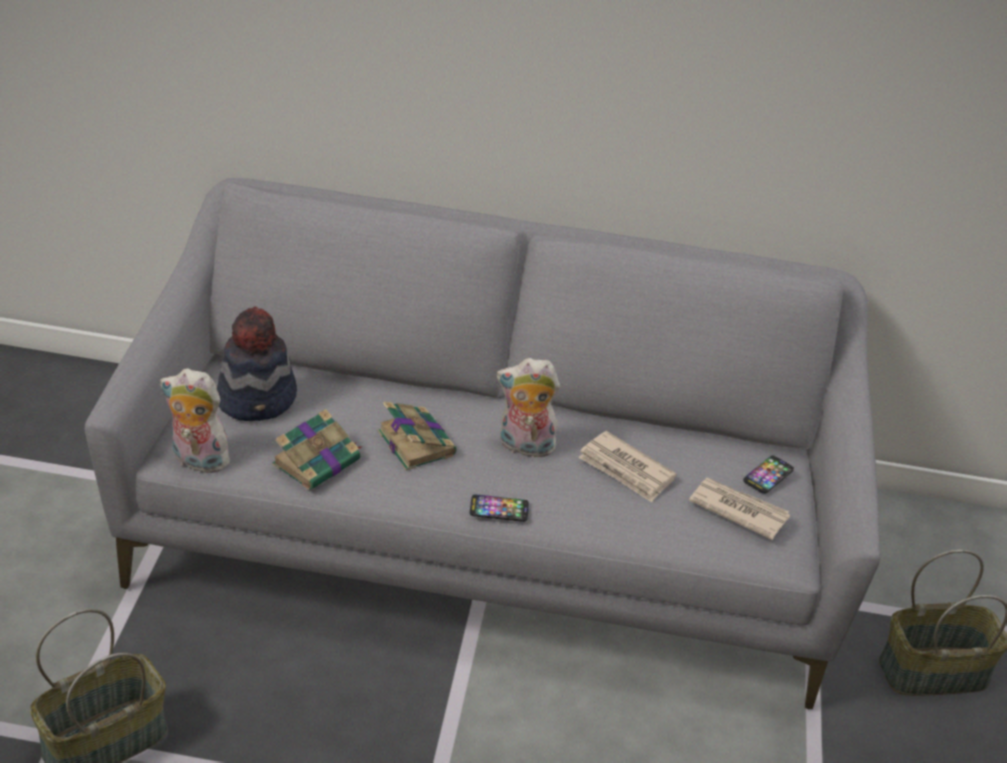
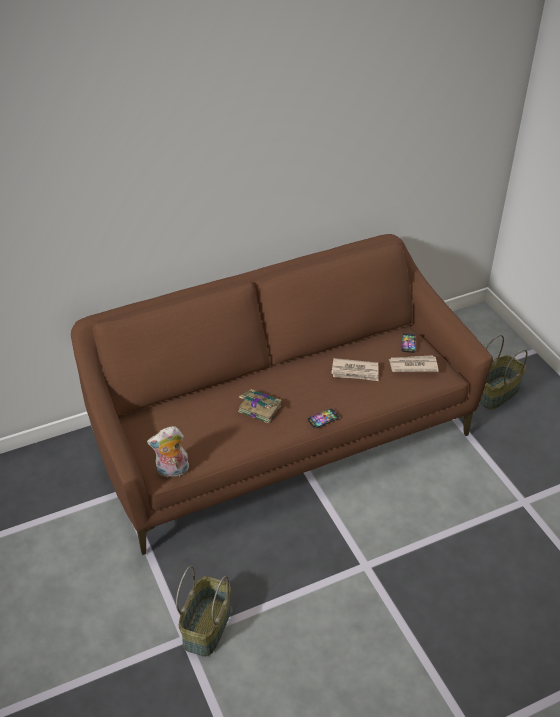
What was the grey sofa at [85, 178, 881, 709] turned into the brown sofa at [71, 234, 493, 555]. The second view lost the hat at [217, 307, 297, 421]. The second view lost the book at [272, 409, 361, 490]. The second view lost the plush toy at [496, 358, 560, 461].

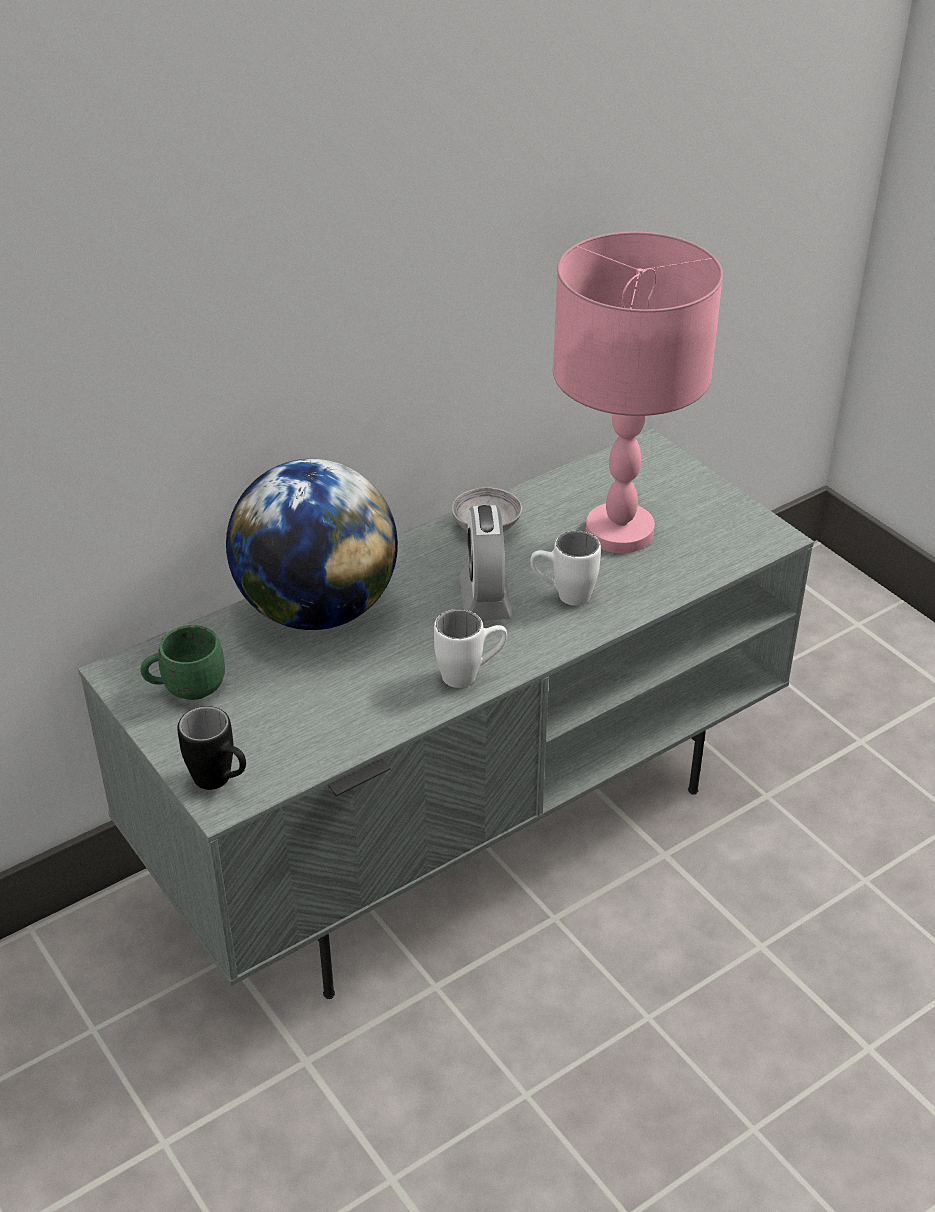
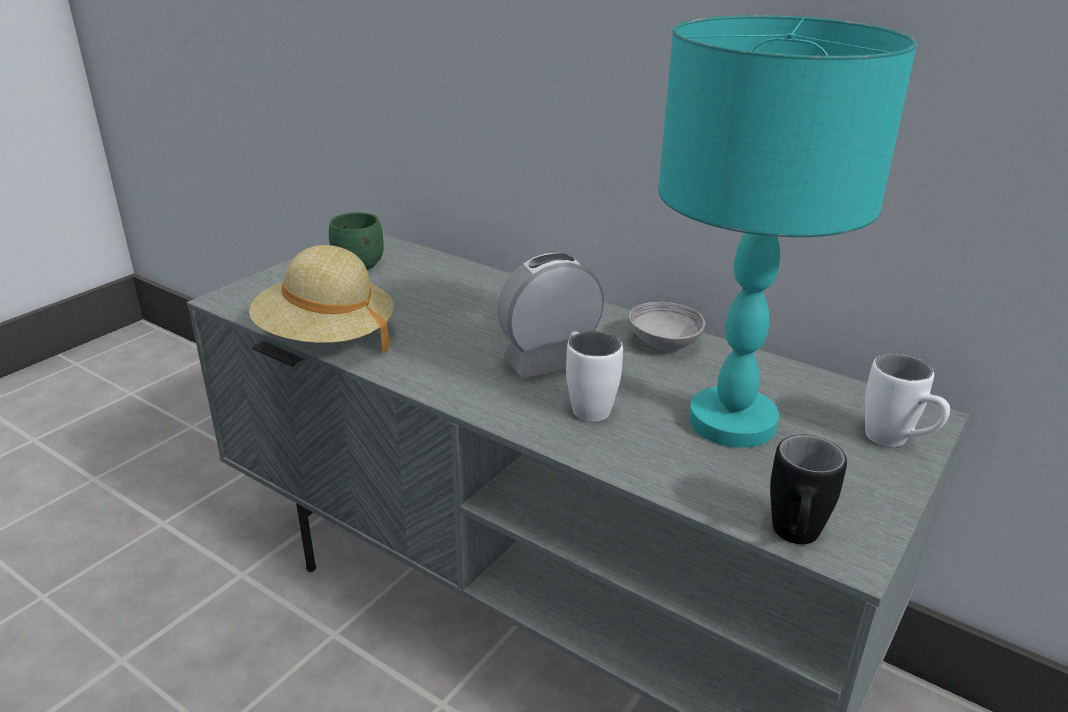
The black mug ended up elsewhere, having gone from [177, 706, 246, 790] to [770, 435, 847, 544]. The second view lost the globe at [226, 459, 398, 630]. The white mug ended up elsewhere, having gone from [434, 609, 507, 688] to [865, 353, 950, 447]. What was the pink table lamp at [553, 232, 723, 553] turned into the turquoise table lamp at [658, 15, 917, 447]. The second view gained the beige hat at [249, 245, 394, 352].

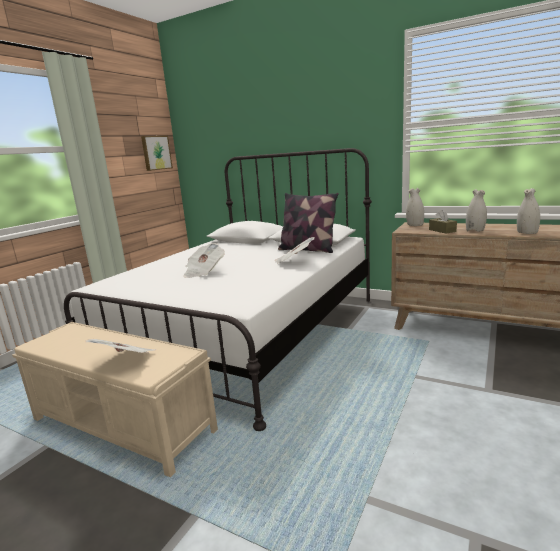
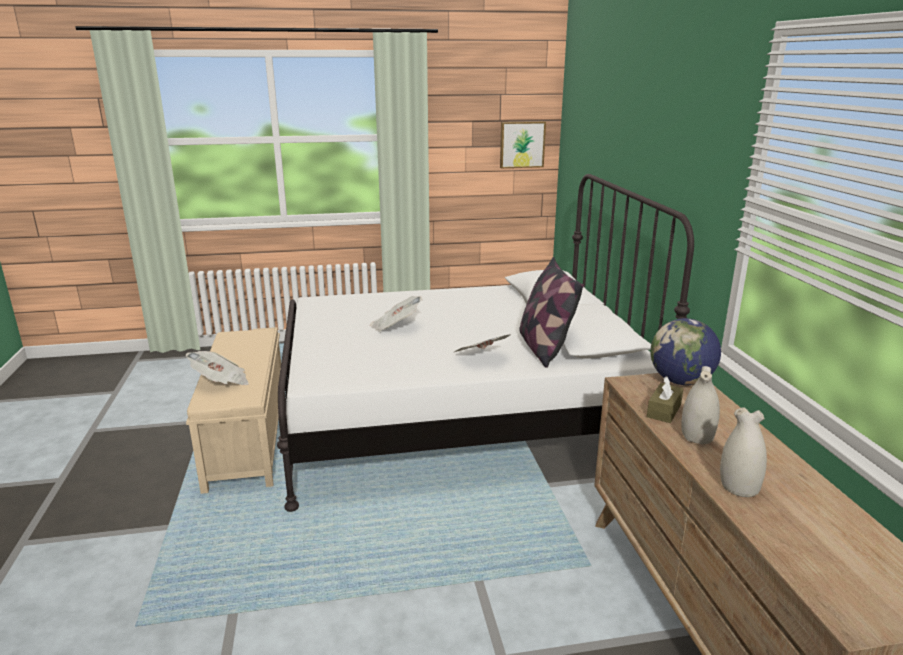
Where the white vase stood at [406, 188, 424, 226], the globe came to stand at [651, 318, 721, 385].

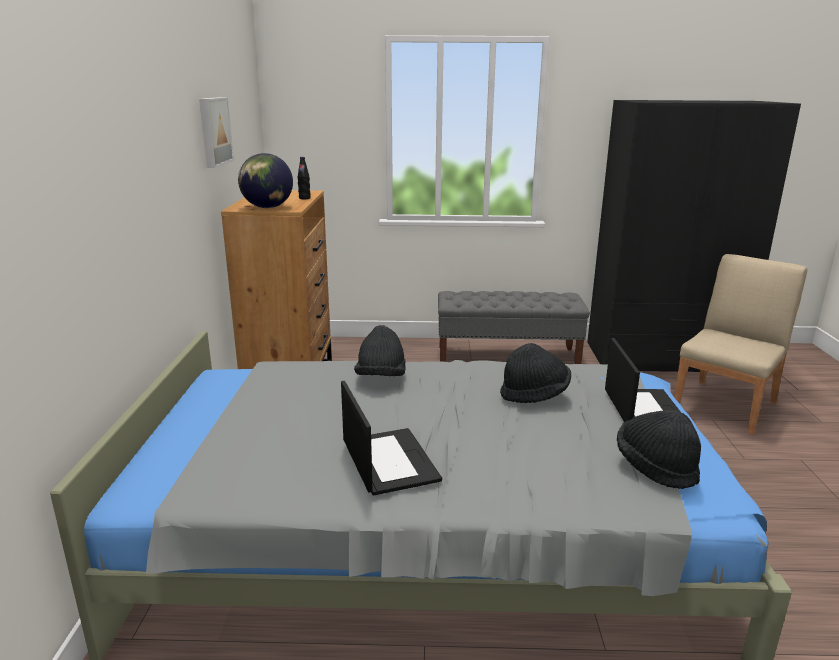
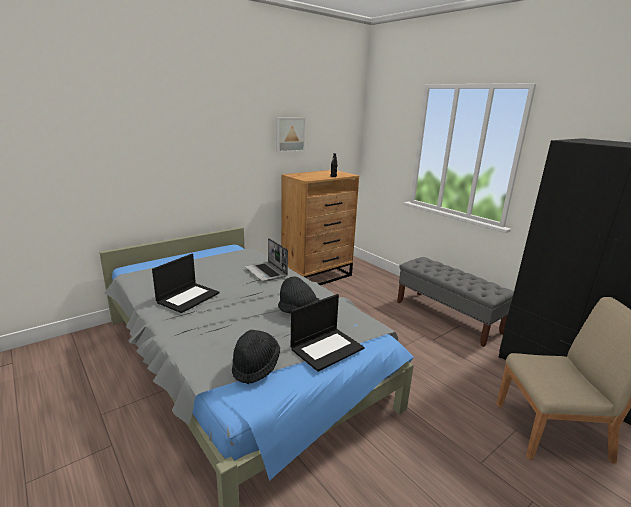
The second view lost the globe at [238, 153, 293, 208]. Where the black hat stood at [354, 325, 405, 376], the laptop came to stand at [245, 238, 288, 281].

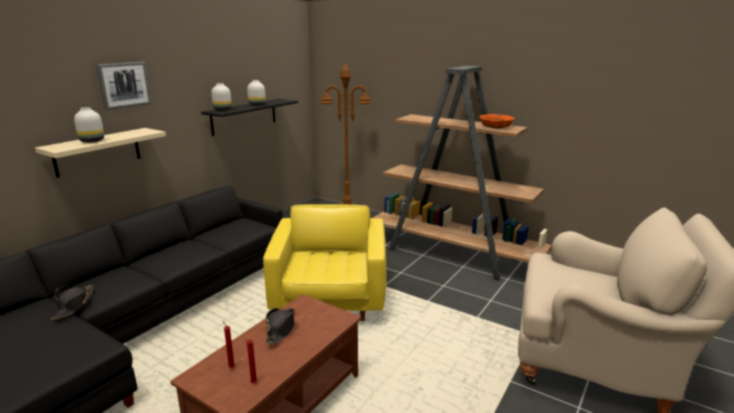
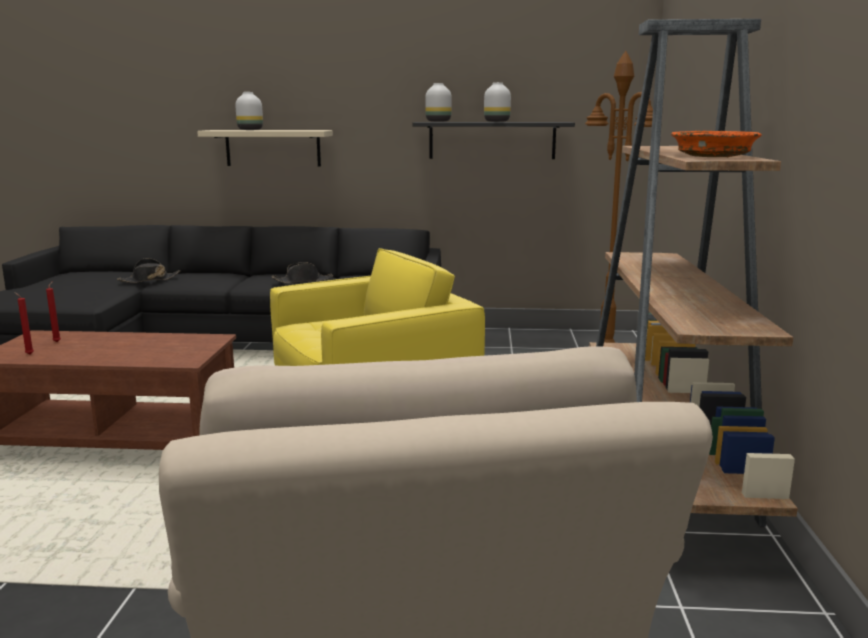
The second view lost the picture at [96, 62, 152, 110]. The black hat ended up elsewhere, having gone from [265, 308, 295, 344] to [272, 263, 333, 283].

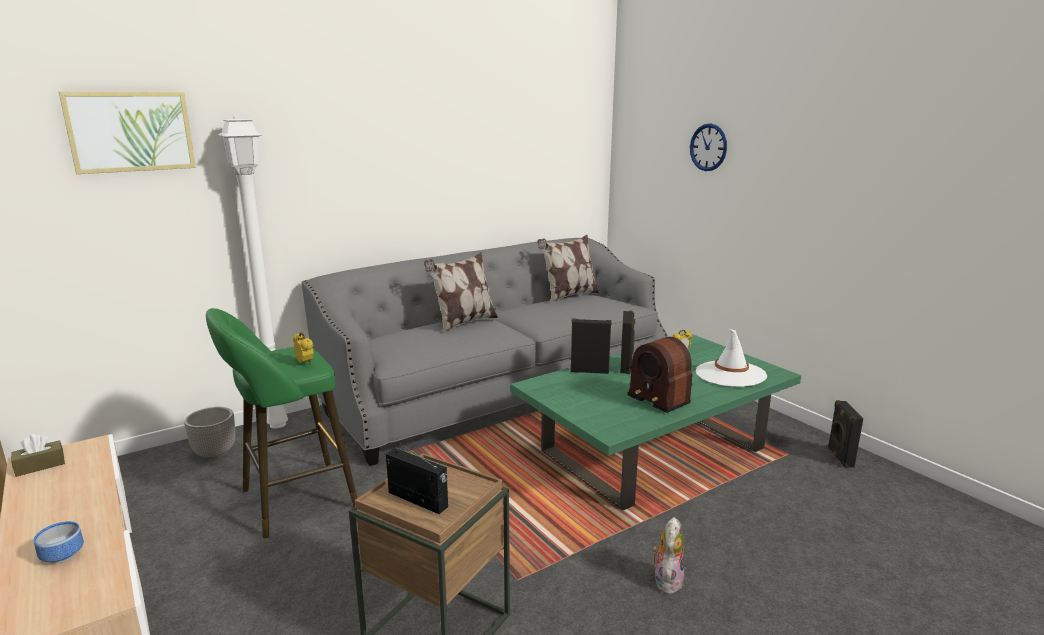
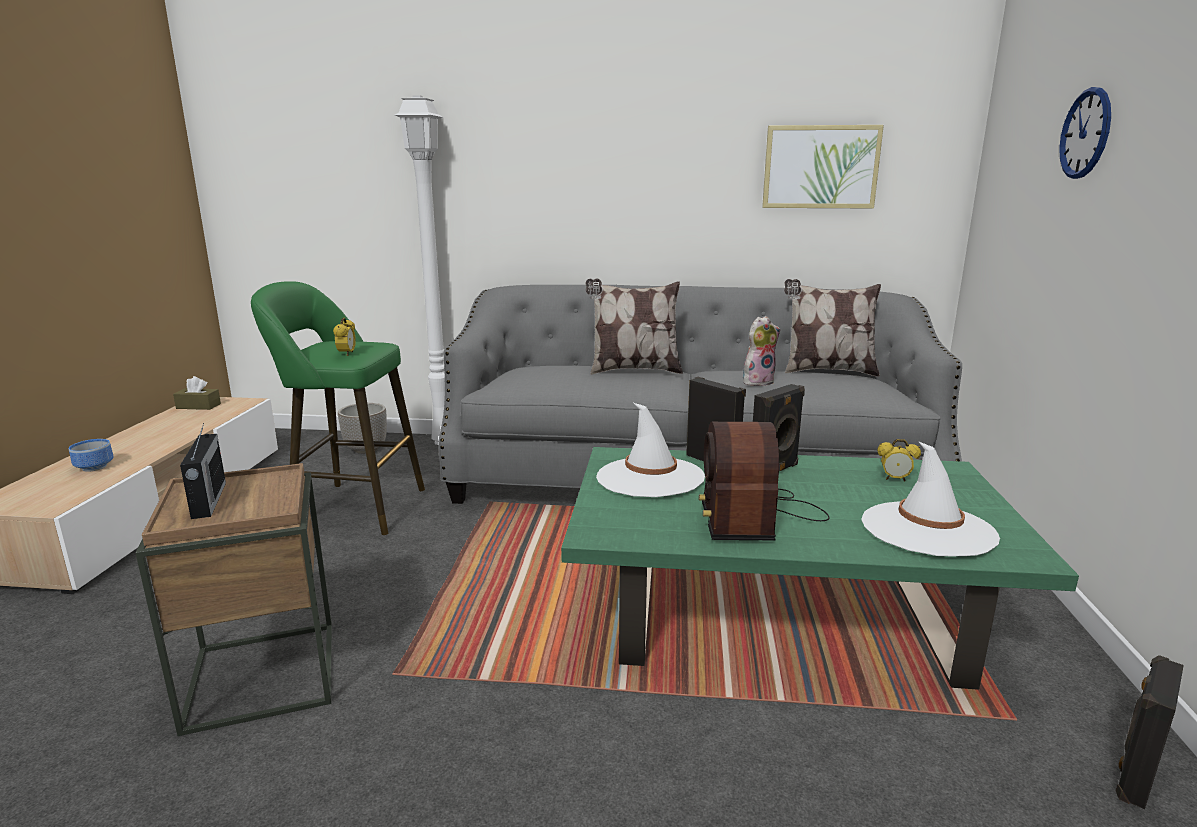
The picture ended up elsewhere, having gone from [59, 92, 196, 174] to [762, 125, 884, 209]. The plush toy ended up elsewhere, having gone from [652, 517, 684, 595] to [743, 316, 780, 386]. The second view gained the white hat at [596, 403, 705, 497].

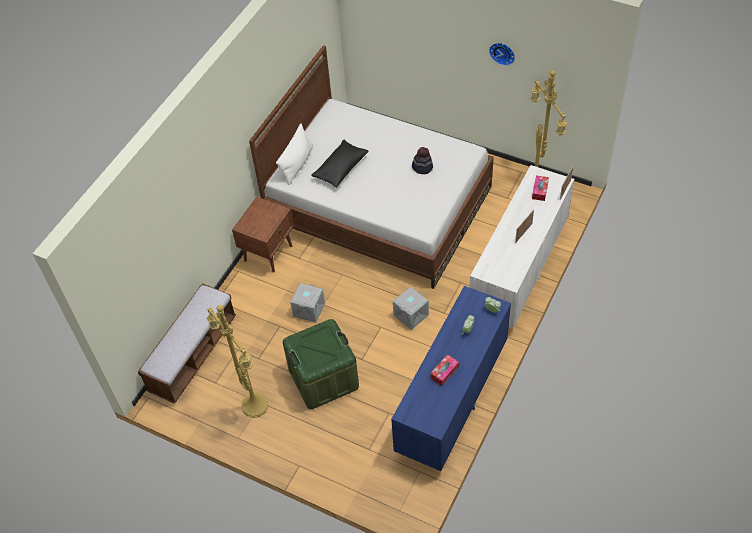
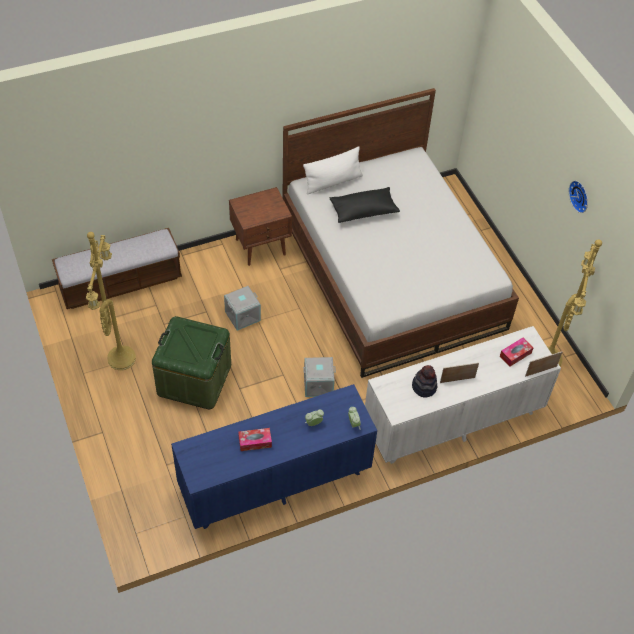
The hat ended up elsewhere, having gone from [412, 147, 433, 174] to [412, 365, 438, 398].

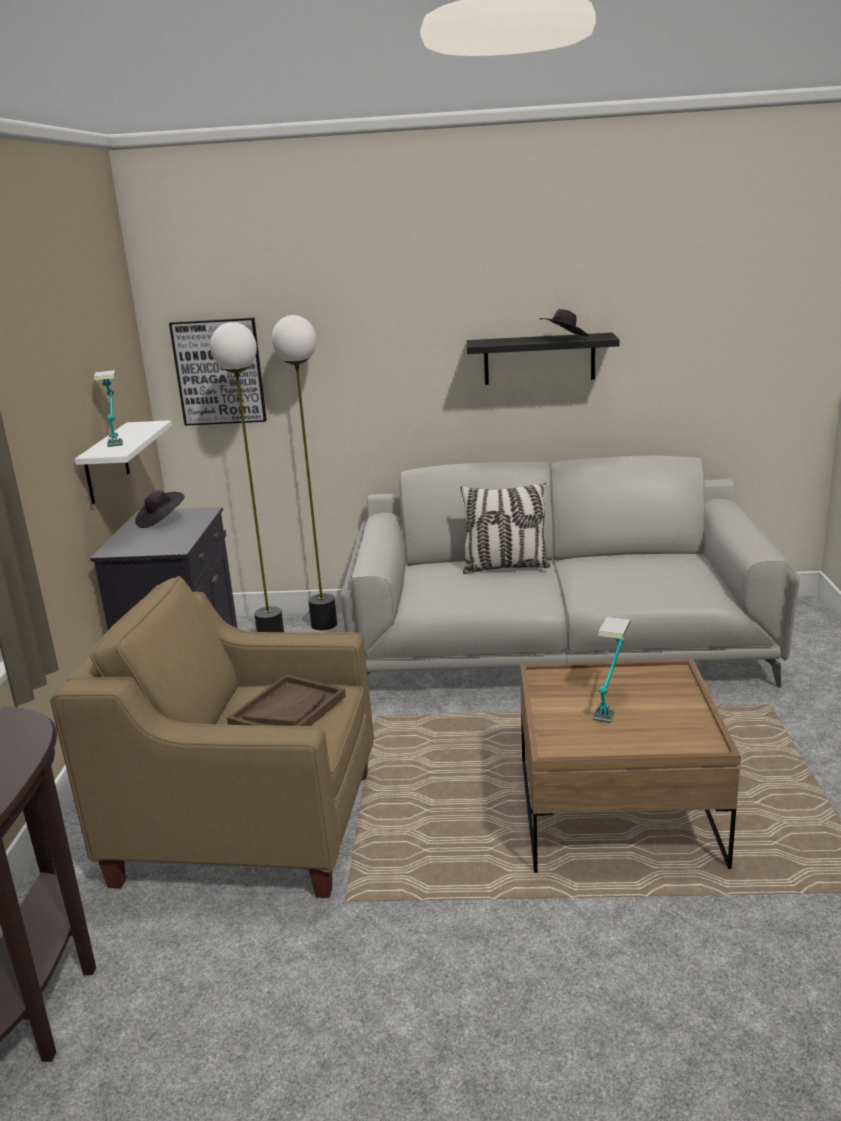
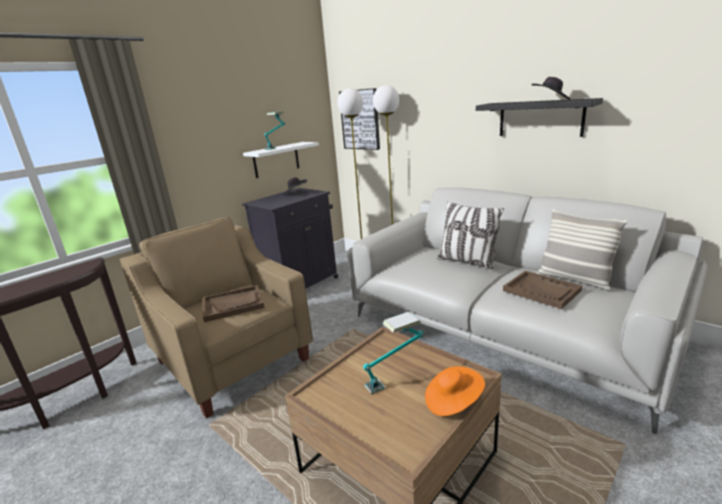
The second view gained the orange hat at [425, 366, 485, 416]. The second view gained the brown tray at [503, 271, 582, 309]. The second view gained the pillow at [537, 209, 627, 291].

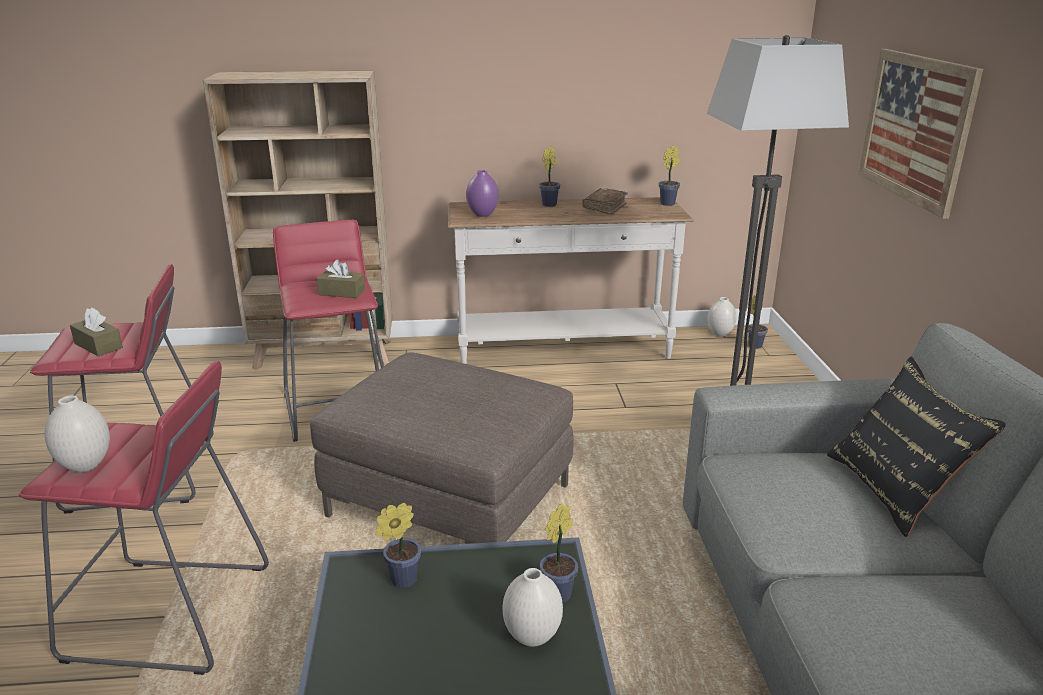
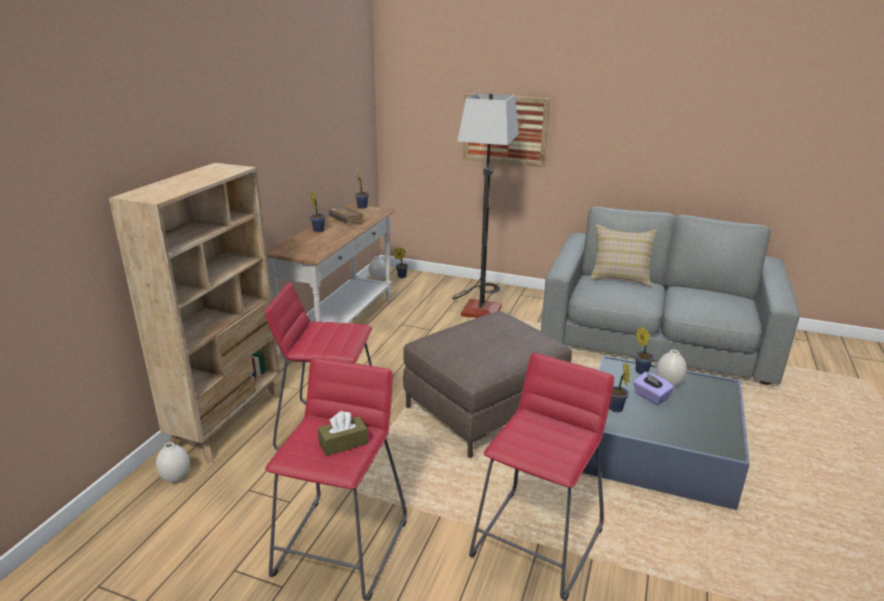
The white vase ended up elsewhere, having gone from [44, 396, 110, 472] to [156, 442, 190, 483]. The second view lost the brown tissue box at [316, 260, 365, 298]. The second view lost the purple vase at [466, 170, 499, 217]. What was the black pillow at [827, 357, 1006, 537] turned into the beige pillow at [590, 224, 657, 287]. The second view gained the purple tissue box at [633, 372, 674, 405].

